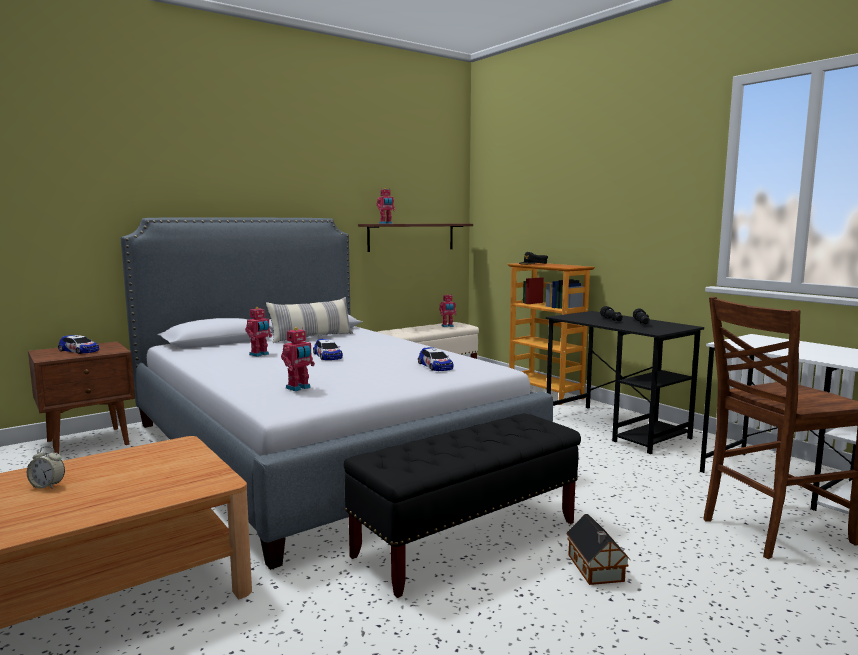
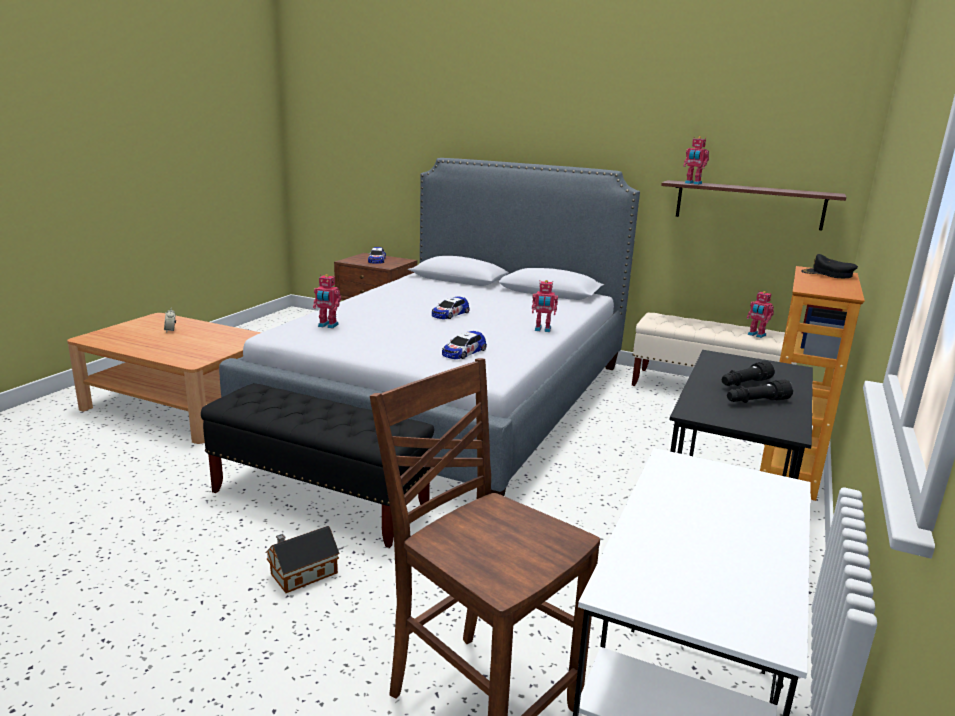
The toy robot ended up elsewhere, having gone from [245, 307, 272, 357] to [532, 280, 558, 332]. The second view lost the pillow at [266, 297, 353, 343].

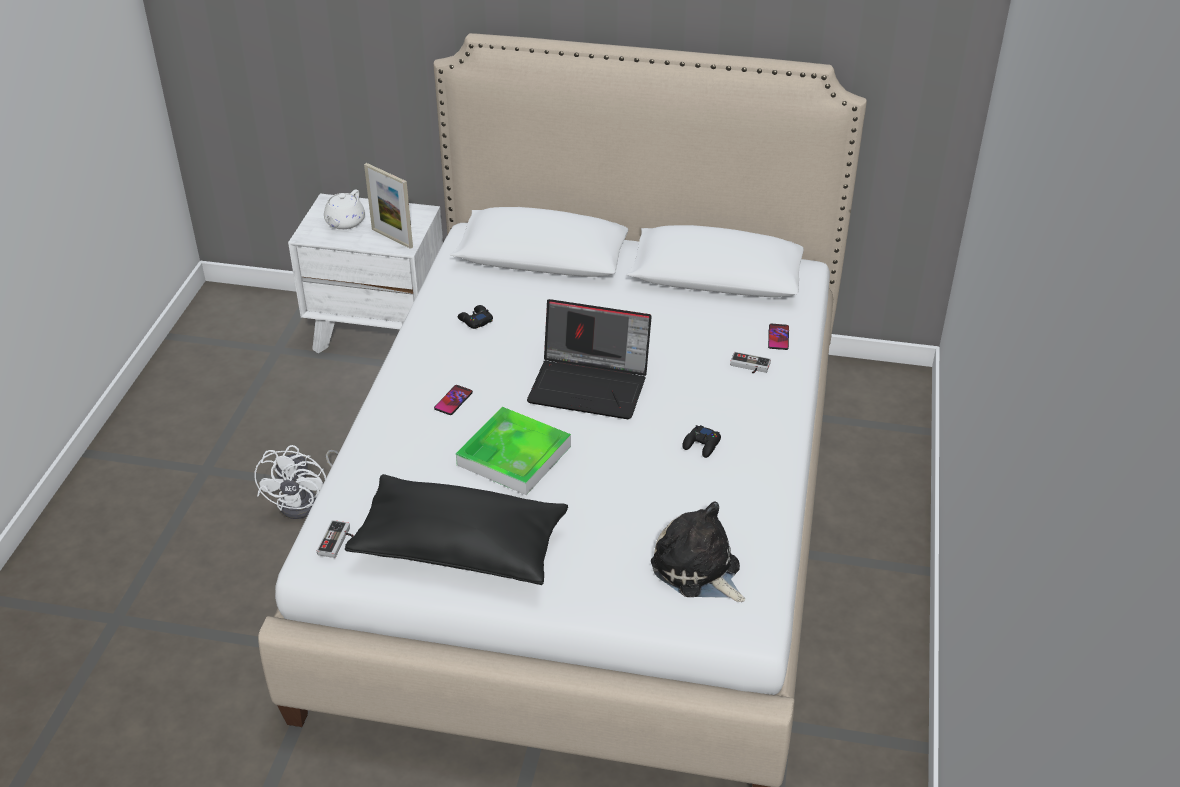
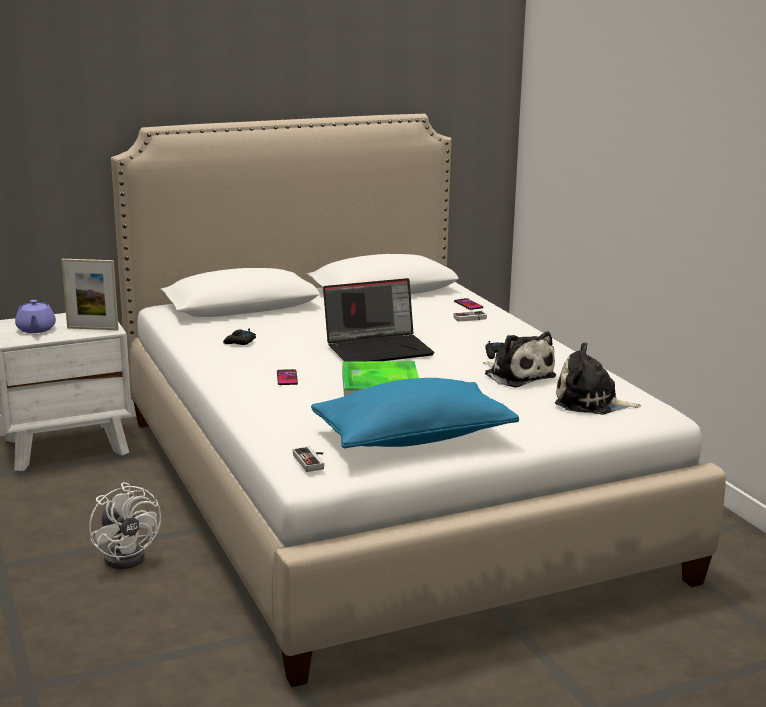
What was the white teapot at [324, 190, 365, 230] turned into the purple teapot at [15, 300, 56, 333]. What was the black pillow at [345, 474, 568, 585] turned into the blue pillow at [311, 378, 519, 448]. The second view gained the plush toy at [483, 331, 556, 388].

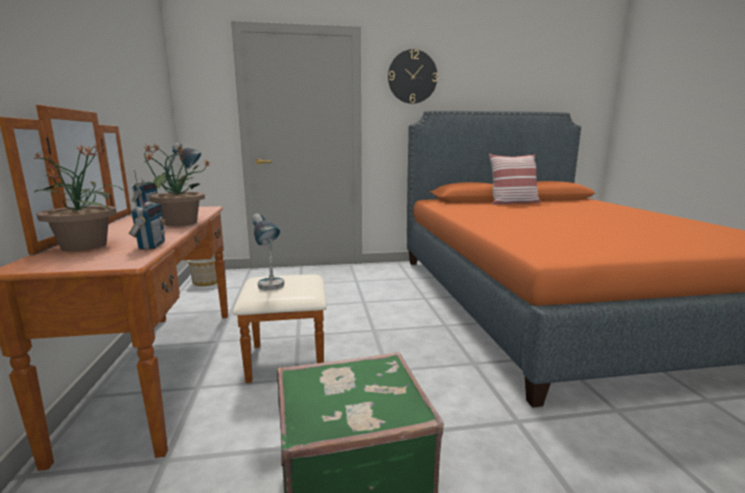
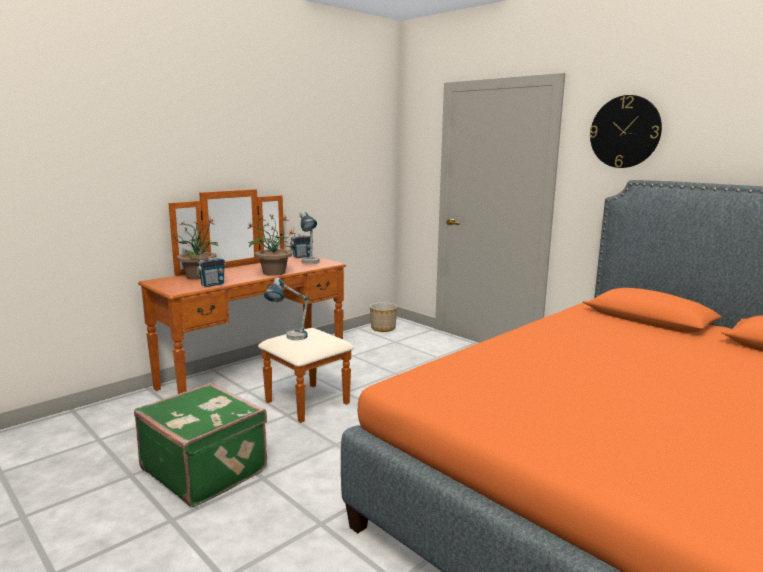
The second view lost the pillow at [489, 154, 540, 205].

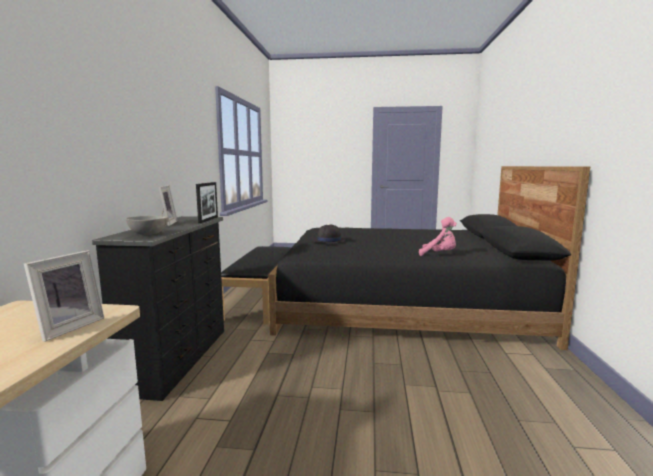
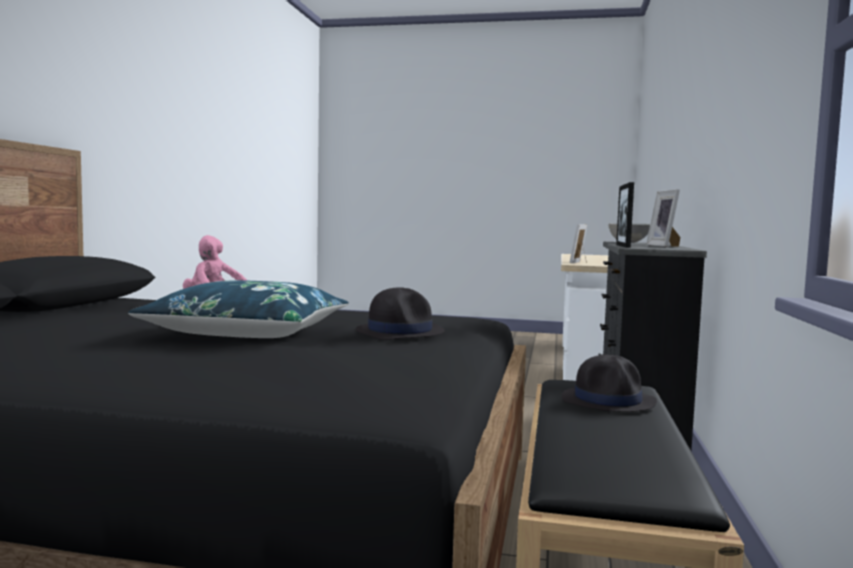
The second view gained the blue pillow at [128, 280, 349, 338]. The second view gained the black hat at [562, 355, 657, 412].

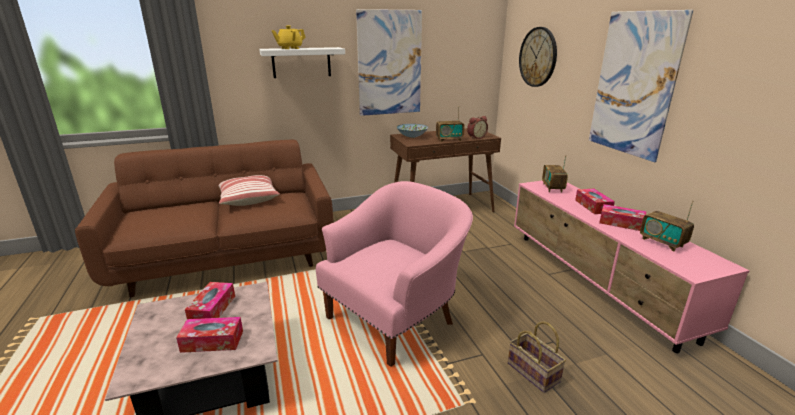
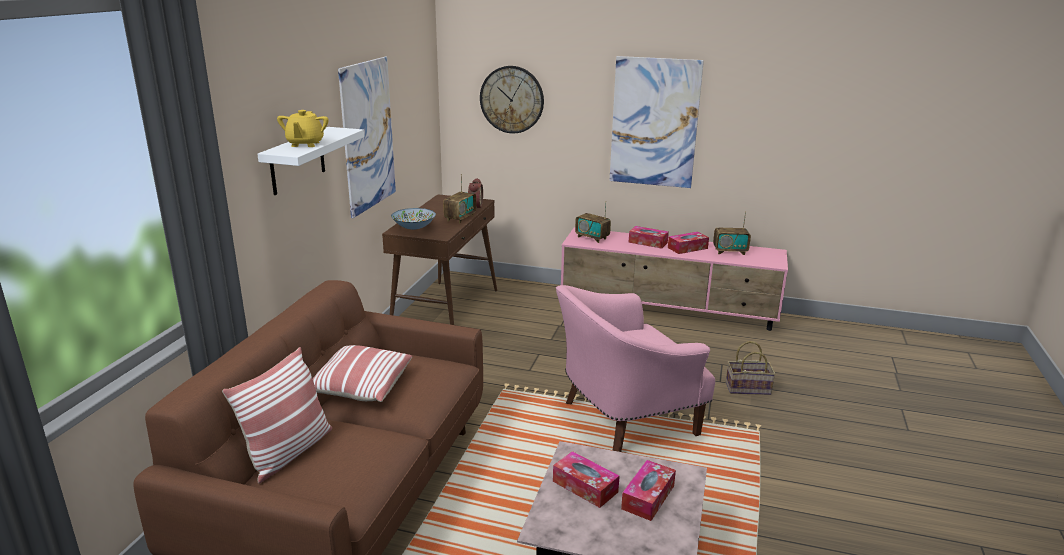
The pink armchair at [316, 181, 473, 367] ended up facing another way, 105 degrees counterclockwise from before. The second view gained the pillow at [222, 347, 332, 484].

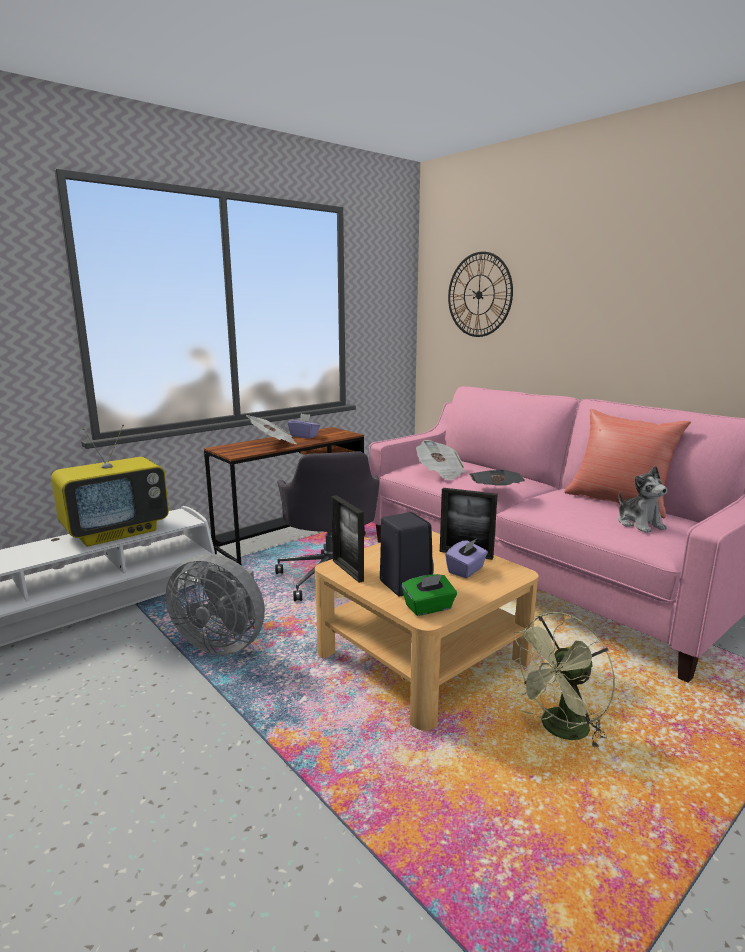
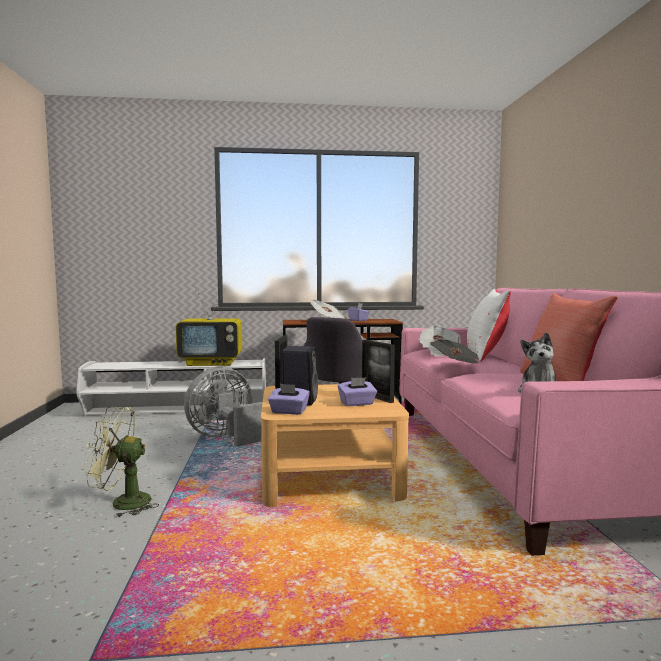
The grey fan at [166, 554, 265, 655] ended up facing another way, 90 degrees clockwise from before. What was the green tissue box at [402, 574, 457, 616] turned into the purple tissue box at [268, 384, 310, 415]. The second view lost the wall clock at [448, 252, 513, 337]. The green fan ended up elsewhere, having gone from [508, 612, 615, 750] to [83, 407, 159, 518]. The second view gained the white pillow at [467, 289, 511, 361].

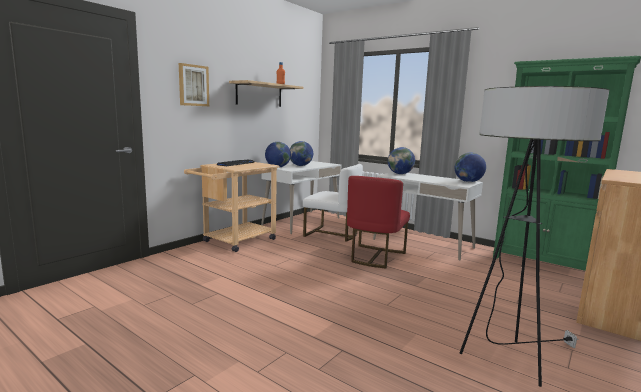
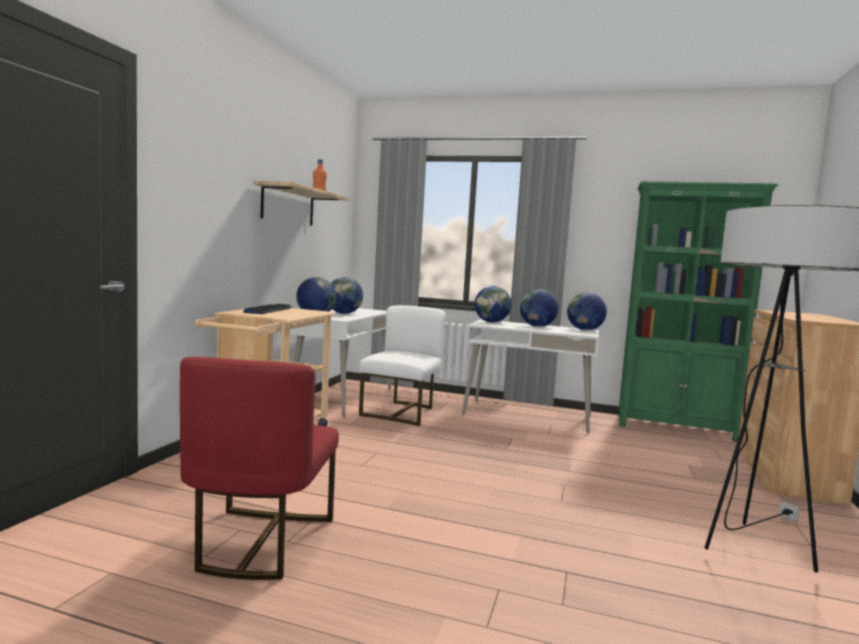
The second view lost the picture at [179, 63, 209, 106]. The white chair at [303, 164, 363, 242] ended up facing another way, 75 degrees counterclockwise from before. The red chair ended up elsewhere, having gone from [347, 176, 410, 268] to [180, 357, 339, 580]. The second view gained the globe at [520, 289, 558, 327].

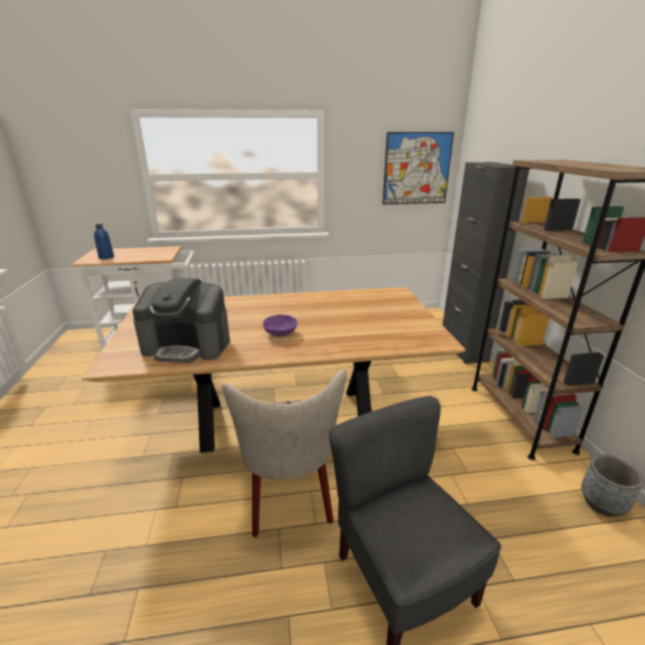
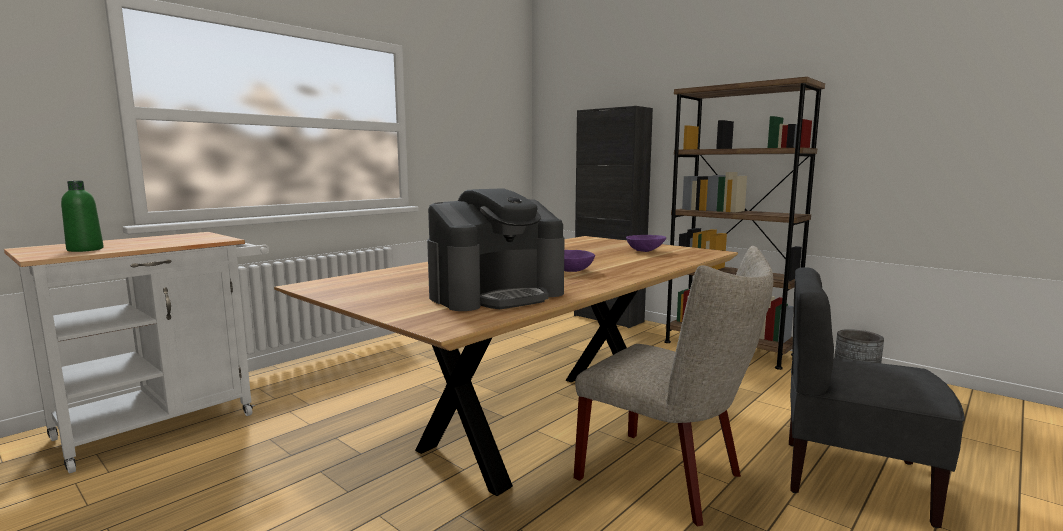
What was the blue bottle at [94, 224, 114, 259] turned into the green bottle at [61, 181, 104, 252]. The second view lost the picture at [382, 132, 454, 204]. The second view gained the purple bowl at [626, 235, 666, 252].

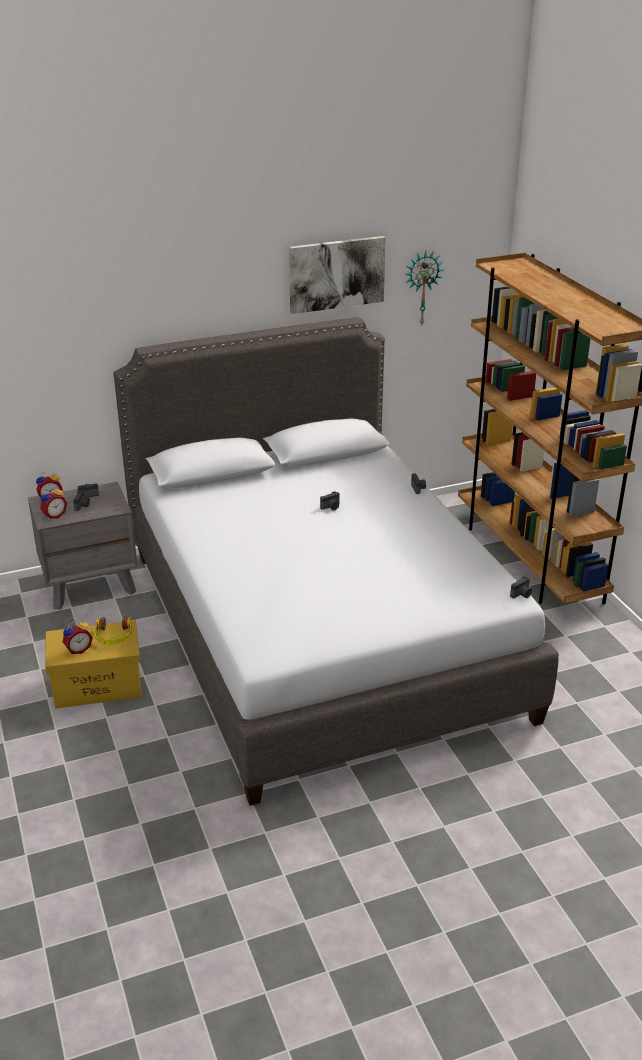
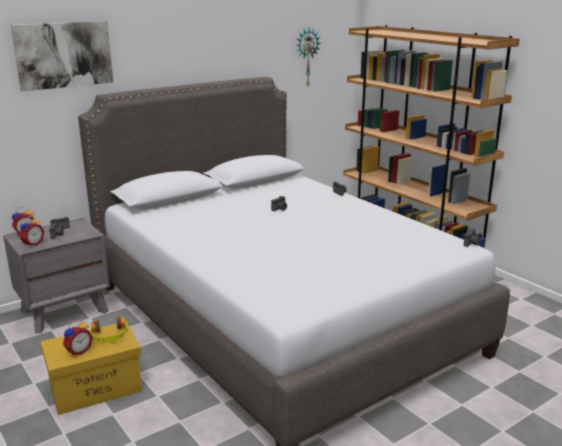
The picture ended up elsewhere, having gone from [289, 236, 386, 314] to [11, 21, 113, 91].

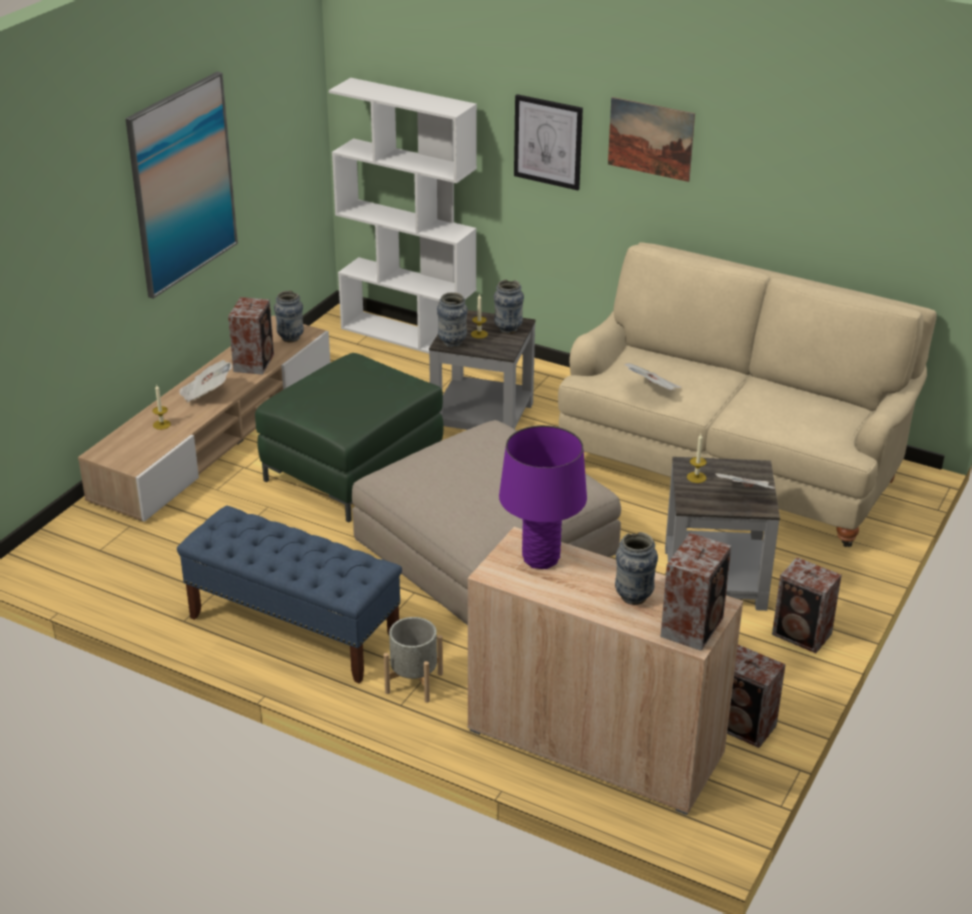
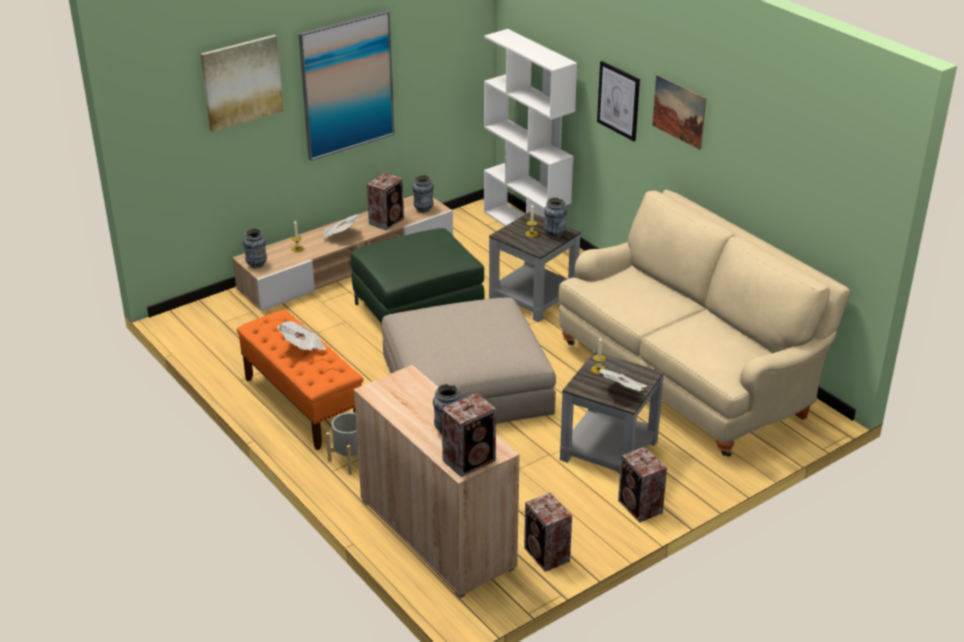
What was the blue bench at [177, 506, 402, 684] turned into the orange bench at [237, 310, 363, 450]. The vase ended up elsewhere, having gone from [437, 292, 468, 347] to [243, 228, 267, 269]. The second view lost the purple table lamp at [499, 425, 587, 569]. The newspaper ended up elsewhere, having gone from [624, 363, 682, 390] to [277, 321, 326, 351]. The second view gained the picture at [201, 35, 284, 132].

